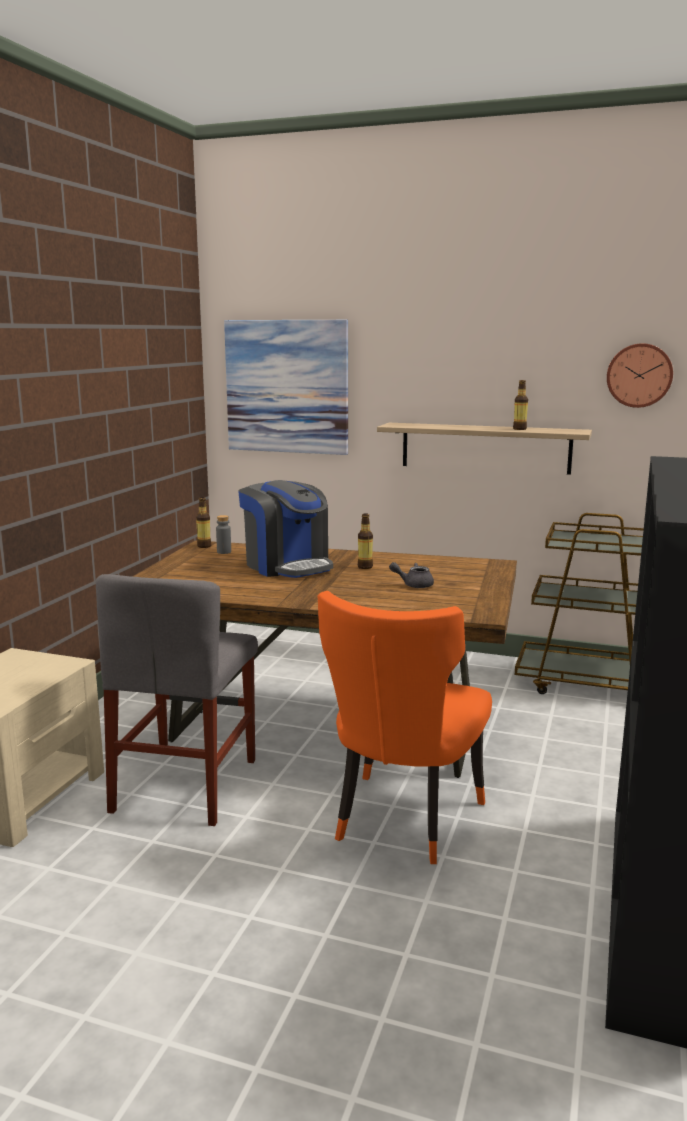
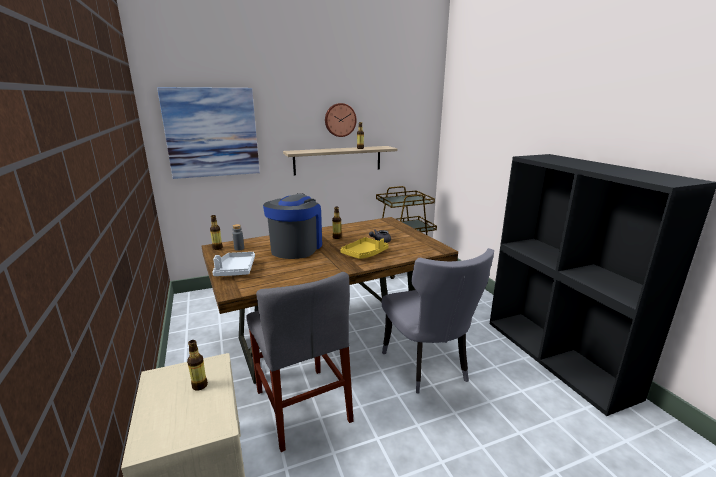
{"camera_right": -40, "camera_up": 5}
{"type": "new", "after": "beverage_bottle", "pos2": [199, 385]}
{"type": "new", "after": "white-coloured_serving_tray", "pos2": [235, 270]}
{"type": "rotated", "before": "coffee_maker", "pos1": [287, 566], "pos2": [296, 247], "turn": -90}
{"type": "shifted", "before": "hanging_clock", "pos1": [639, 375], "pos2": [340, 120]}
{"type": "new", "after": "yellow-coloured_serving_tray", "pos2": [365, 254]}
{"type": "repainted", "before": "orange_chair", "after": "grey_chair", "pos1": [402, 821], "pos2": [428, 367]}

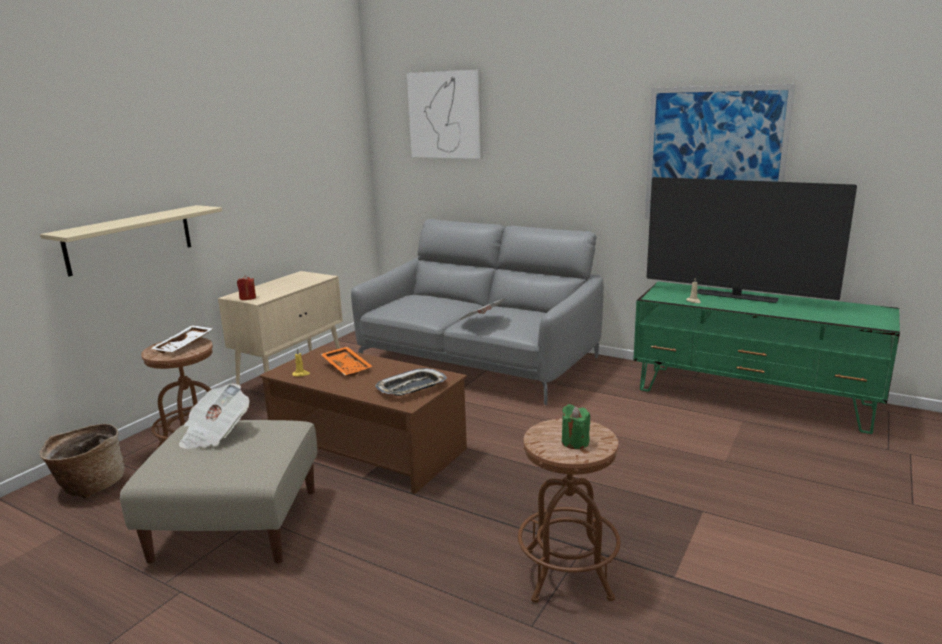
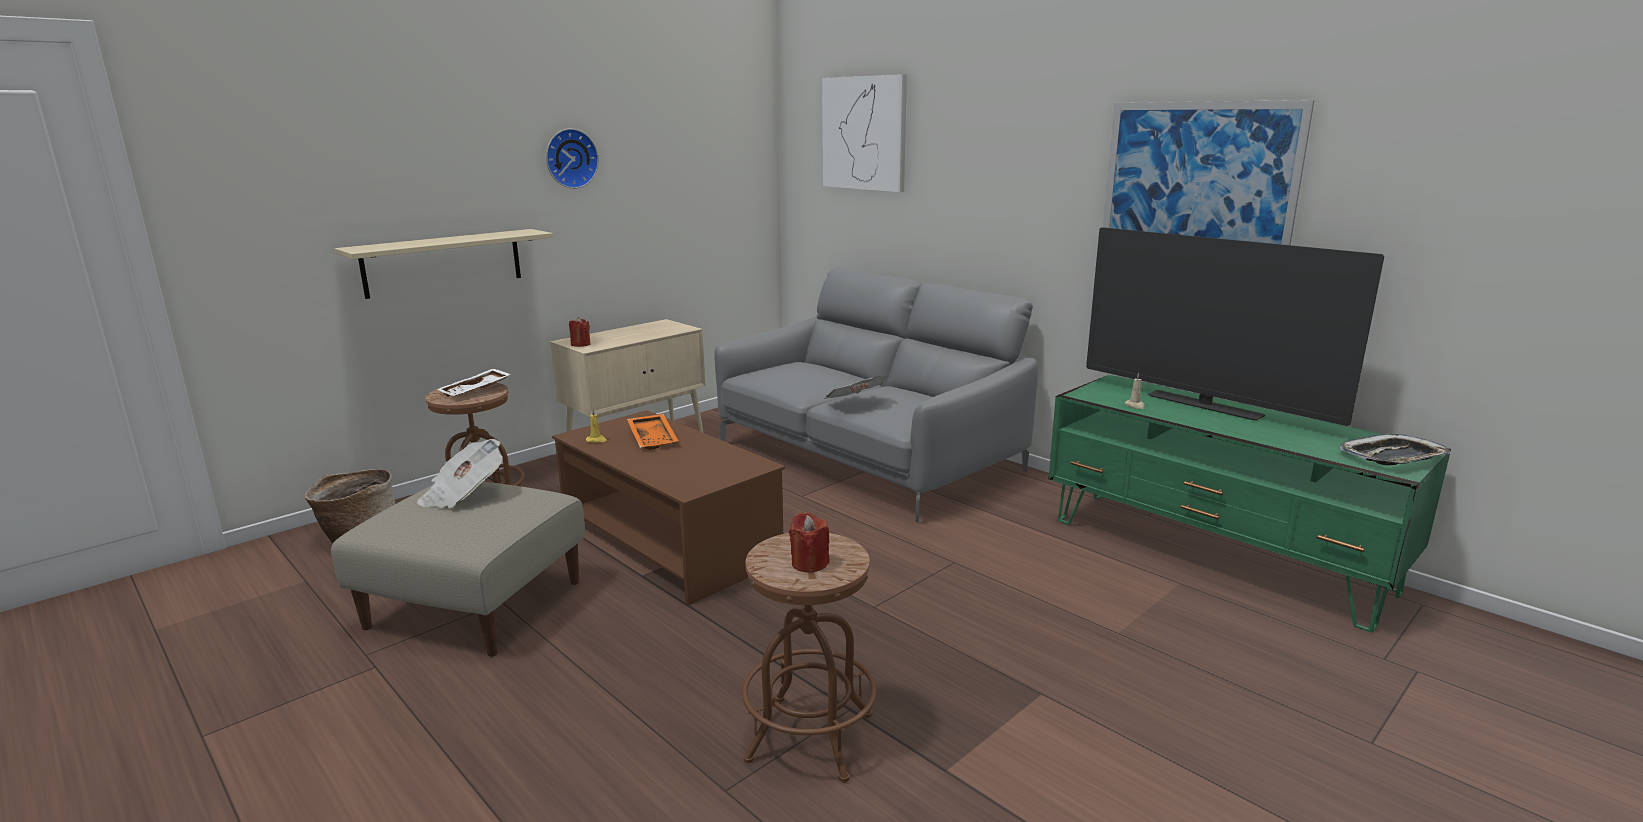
{"camera_right": 15, "camera_up": 0}
{"type": "new", "after": "hanging_clock", "pos2": [570, 158]}
{"type": "repainted", "before": "greenish_wax_candle", "after": "red_wax_candle", "pos1": [575, 442], "pos2": [809, 563]}
{"type": "shifted", "before": "serving_tray", "pos1": [411, 387], "pos2": [1393, 457]}

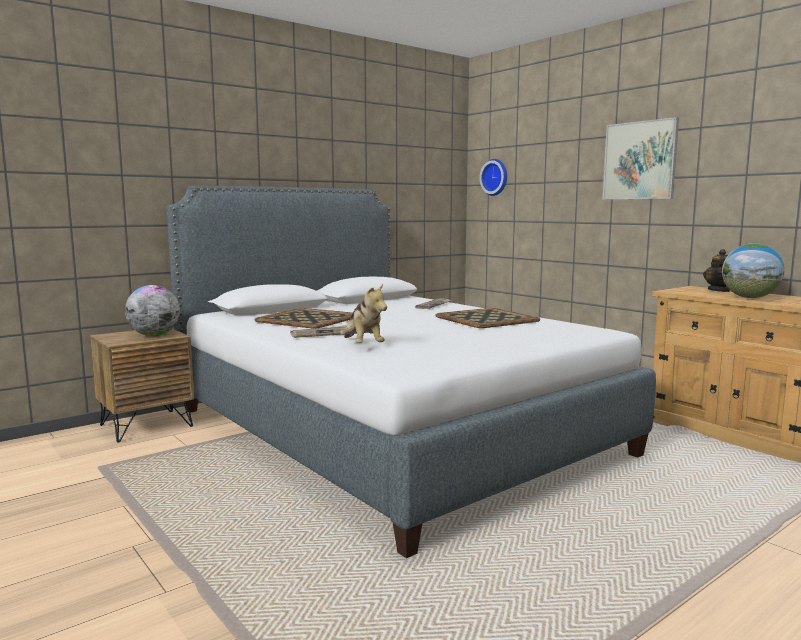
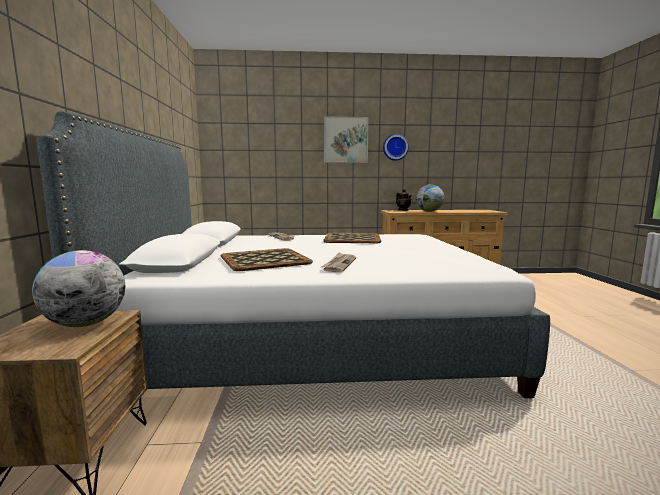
{"camera_right": -55, "camera_up": 0}
{"type": "shifted", "before": "hanging_clock", "pos1": [495, 177], "pos2": [395, 147]}
{"type": "gone", "before": "cuddly_toy", "pos1": [362, 345]}

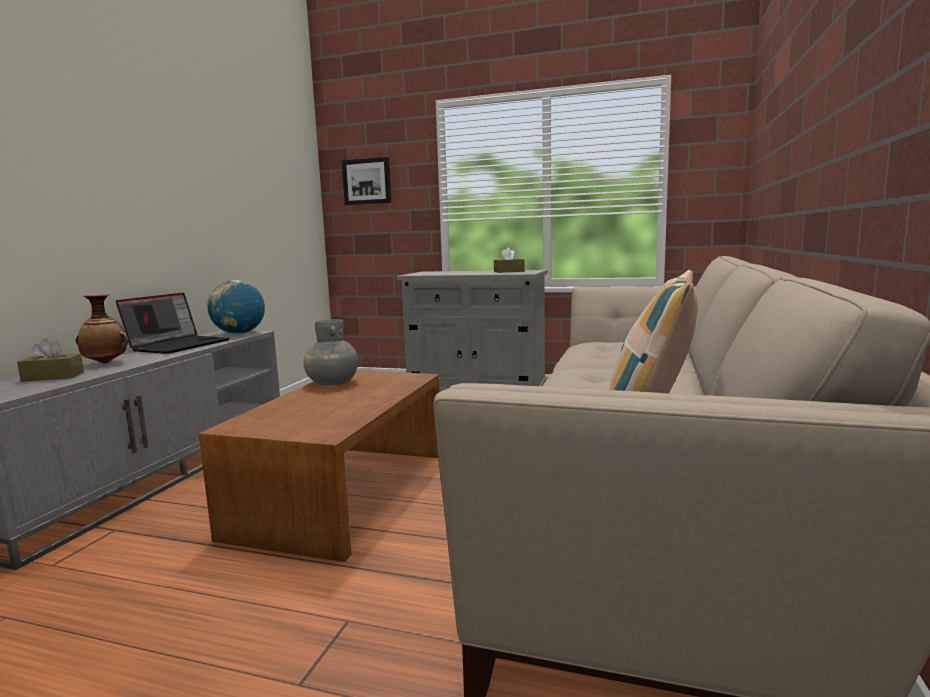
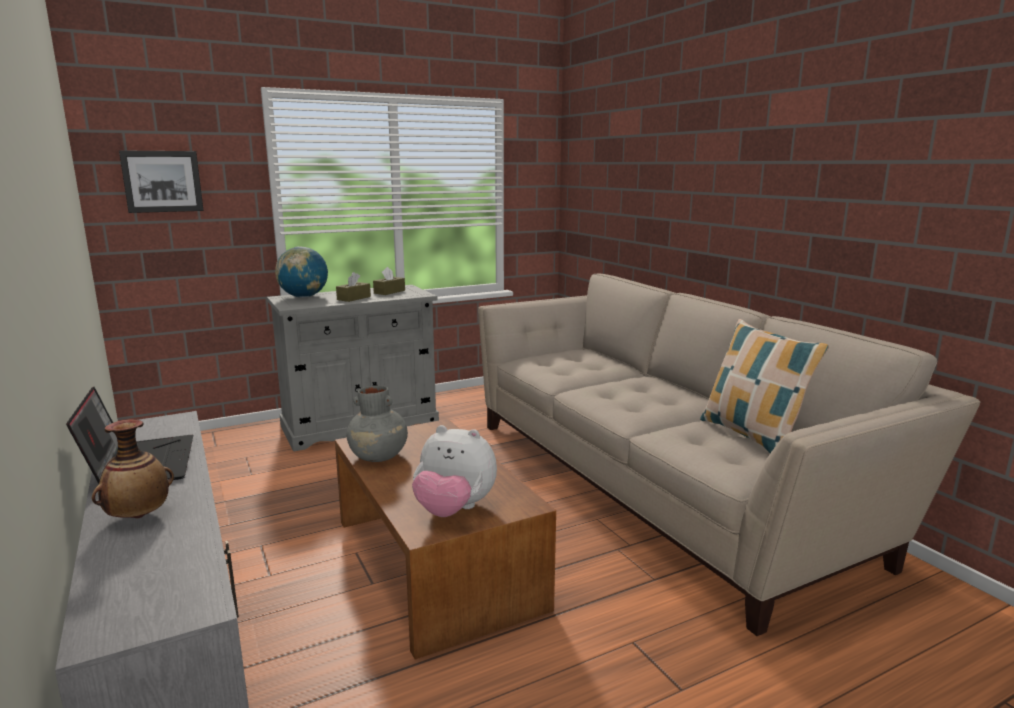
{"camera_right": -45, "camera_up": 5}
{"type": "shifted", "before": "world_globe", "pos1": [239, 333], "pos2": [304, 297]}
{"type": "shifted", "before": "brownish_tissue_holder", "pos1": [53, 377], "pos2": [354, 298]}
{"type": "new", "after": "cuddly_toy", "pos2": [454, 510]}

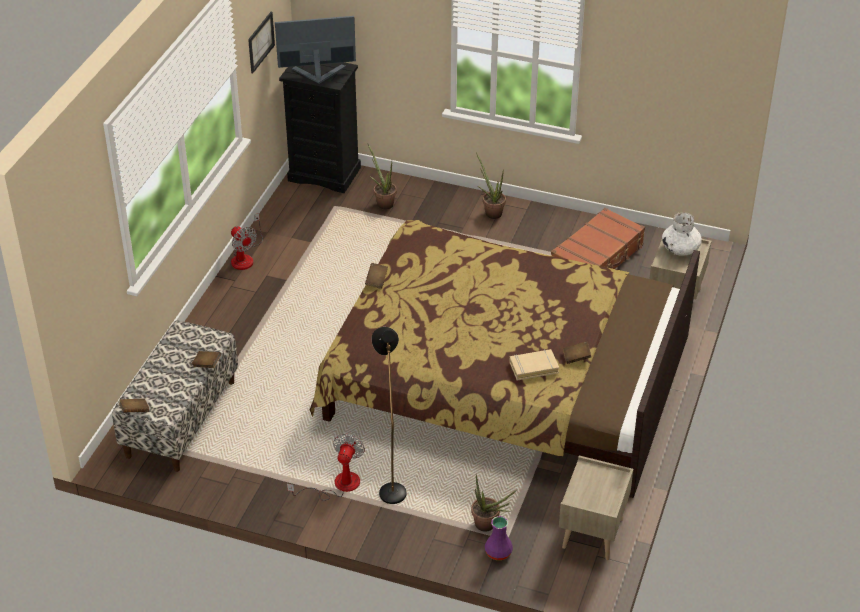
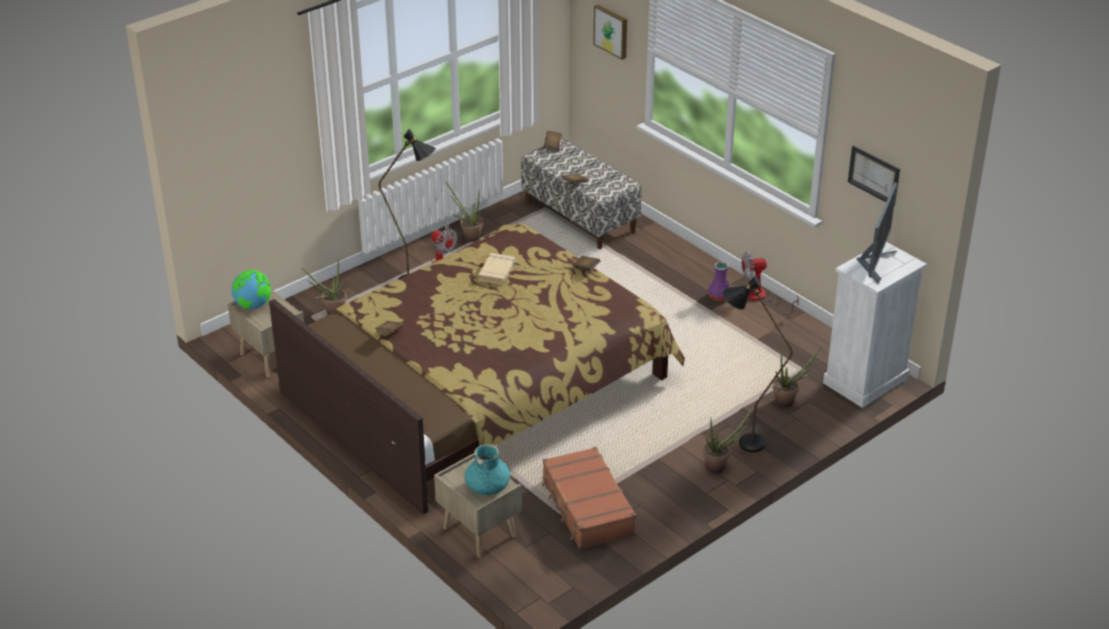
{"camera_right": 120, "camera_up": -5}
{"type": "new", "after": "world_globe", "pos2": [253, 306]}
{"type": "new", "after": "houseplant", "pos2": [468, 237]}
{"type": "repainted", "before": "white-coloured_flower_vase", "after": "turquoise_flower_vase", "pos1": [680, 248], "pos2": [487, 487]}
{"type": "shifted", "before": "beige_bound_book", "pos1": [533, 367], "pos2": [497, 272]}
{"type": "new", "after": "wall_picture", "pos2": [612, 31]}
{"type": "shifted", "before": "purplish_flower_vase", "pos1": [499, 552], "pos2": [718, 297]}
{"type": "new", "after": "black-coloured_standard_lamp", "pos2": [741, 442]}
{"type": "repainted", "before": "black-coloured_drawer_chest", "after": "white-coloured_drawer_chest", "pos1": [325, 174], "pos2": [865, 381]}

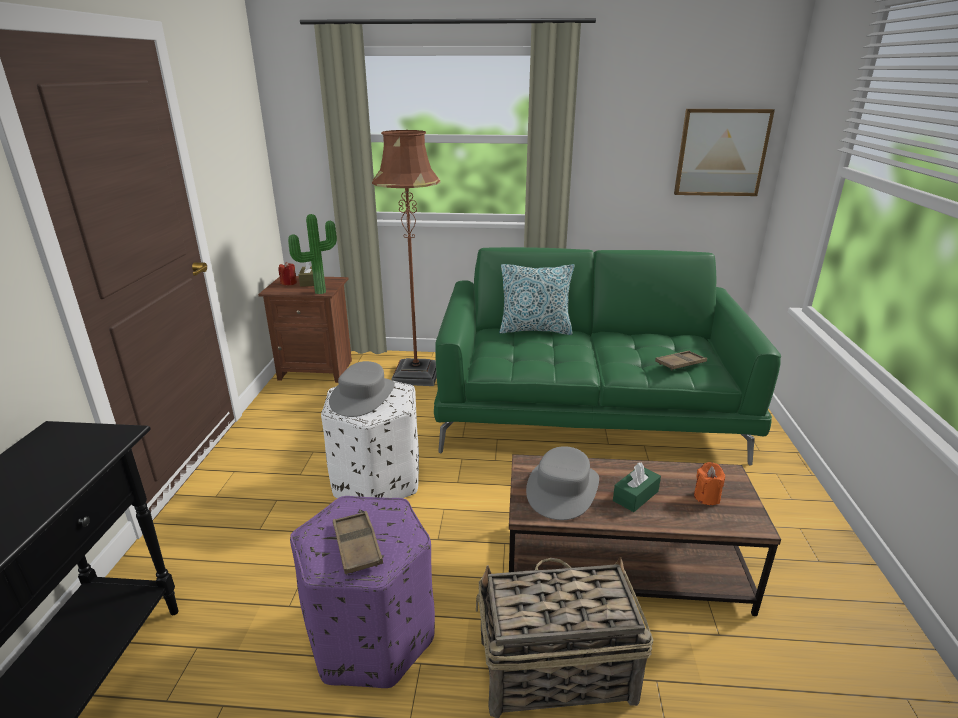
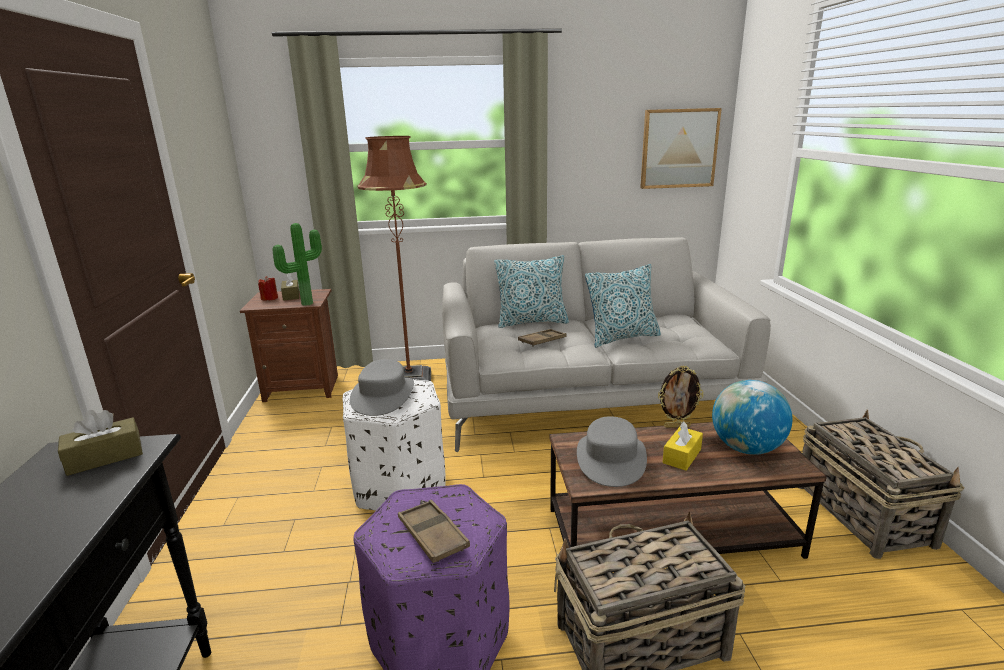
{"camera_right": -10, "camera_up": -5}
{"type": "new", "after": "brownish_tissue_holder", "pos2": [105, 457]}
{"type": "repainted", "before": "greenish_settee", "after": "grey_settee", "pos1": [588, 408], "pos2": [588, 395]}
{"type": "shifted", "before": "brownish_serving_tray", "pos1": [680, 364], "pos2": [542, 341]}
{"type": "new", "after": "throw_pillow", "pos2": [622, 337]}
{"type": "new", "after": "photo_frame", "pos2": [676, 426]}
{"type": "repainted", "before": "greenish_tissue_holder", "after": "yellow-coloured_tissue_holder", "pos1": [635, 496], "pos2": [682, 456]}
{"type": "swapped", "before": "orange_wax_candle", "after": "world_globe", "pos1": [706, 497], "pos2": [746, 448]}
{"type": "new", "after": "basket", "pos2": [861, 513]}

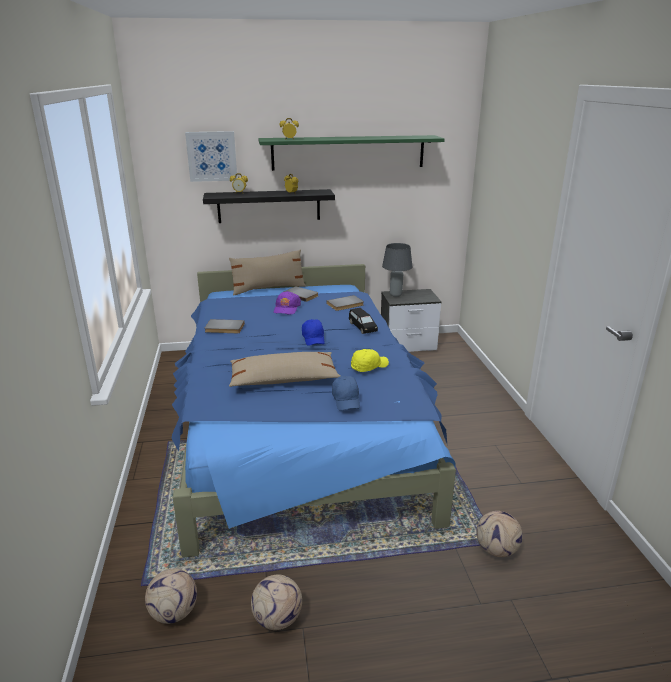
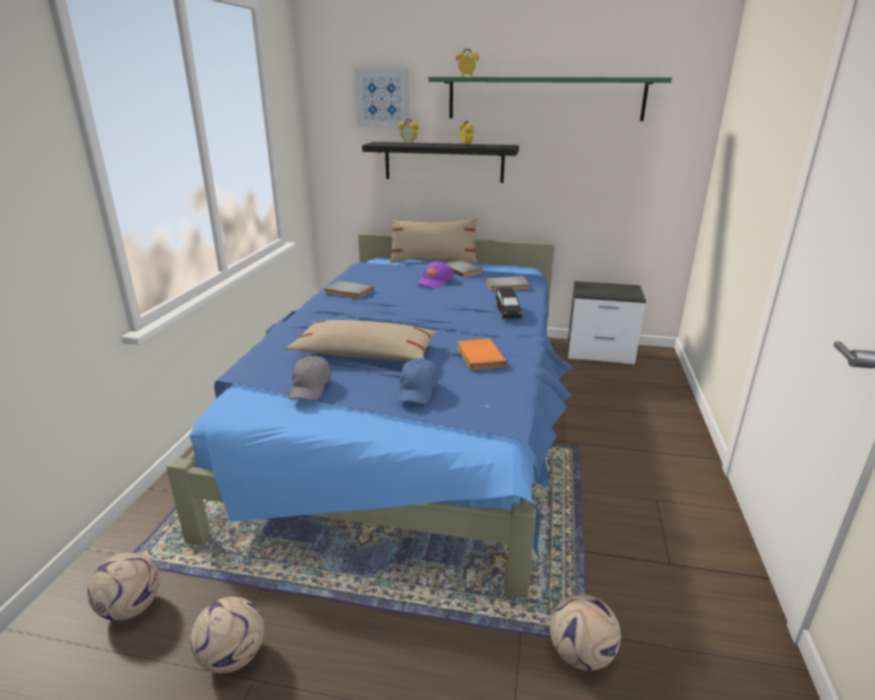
{"camera_right": 20, "camera_up": 0}
{"type": "new", "after": "grey_cap", "pos2": [310, 388]}
{"type": "swapped", "before": "yellow-coloured_cap", "after": "orange_bound_book", "pos1": [368, 366], "pos2": [478, 356]}
{"type": "gone", "before": "blue-coloured_cap", "pos1": [313, 338]}
{"type": "gone", "before": "grey_tabletop_lamp", "pos1": [396, 295]}

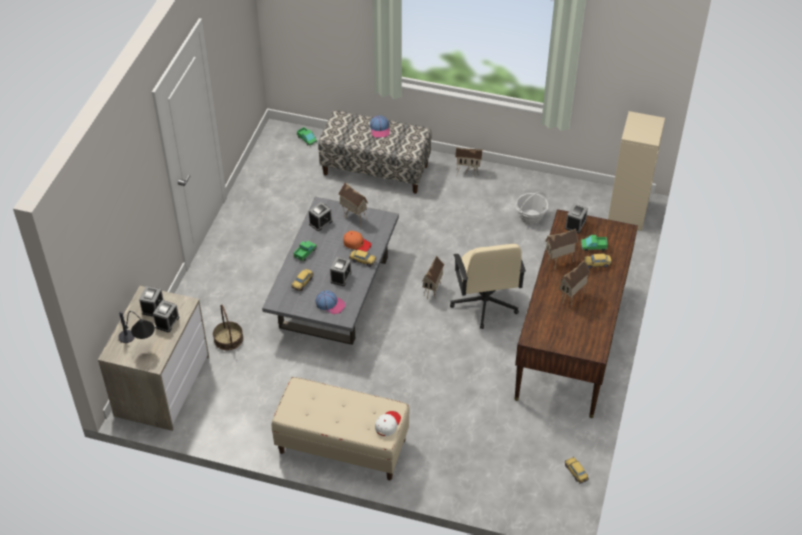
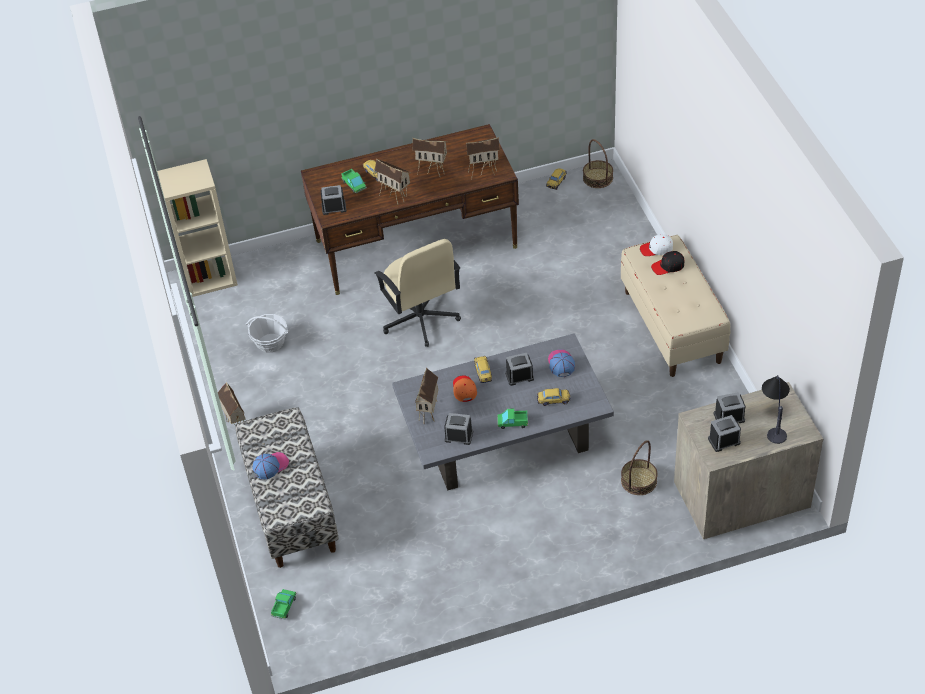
{"camera_right": -120, "camera_up": 0}
{"type": "rotated", "before": "beige_desk_chair", "pos1": [484, 303], "pos2": [420, 319], "turn": 105}
{"type": "shifted", "before": "miniature_house", "pos1": [433, 291], "pos2": [483, 171]}
{"type": "new", "after": "basket", "pos2": [597, 178]}
{"type": "new", "after": "black-coloured_cap", "pos2": [668, 266]}

